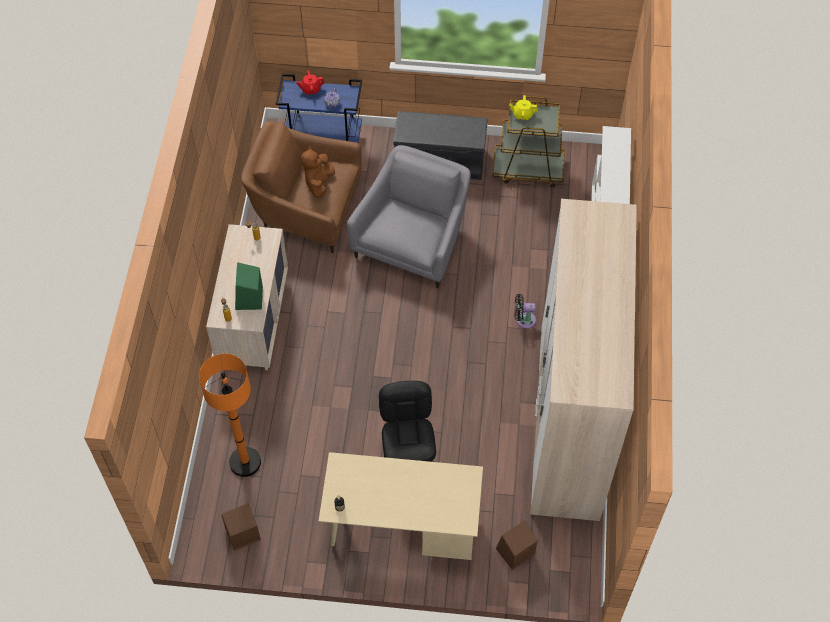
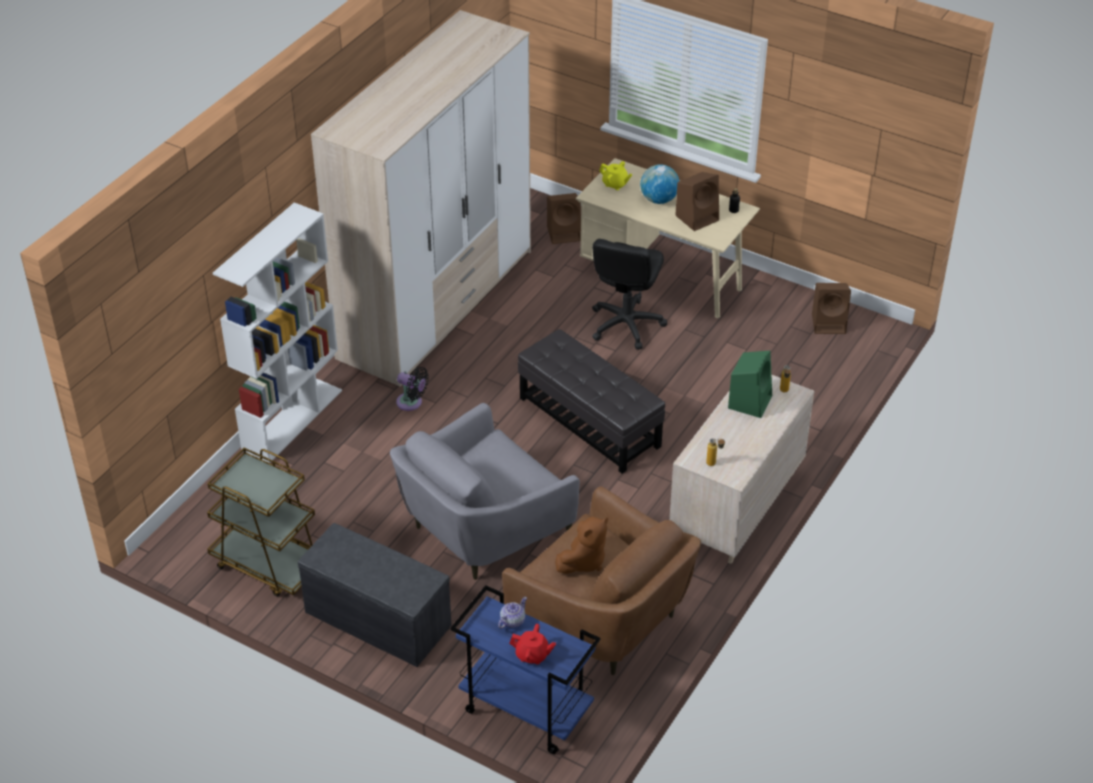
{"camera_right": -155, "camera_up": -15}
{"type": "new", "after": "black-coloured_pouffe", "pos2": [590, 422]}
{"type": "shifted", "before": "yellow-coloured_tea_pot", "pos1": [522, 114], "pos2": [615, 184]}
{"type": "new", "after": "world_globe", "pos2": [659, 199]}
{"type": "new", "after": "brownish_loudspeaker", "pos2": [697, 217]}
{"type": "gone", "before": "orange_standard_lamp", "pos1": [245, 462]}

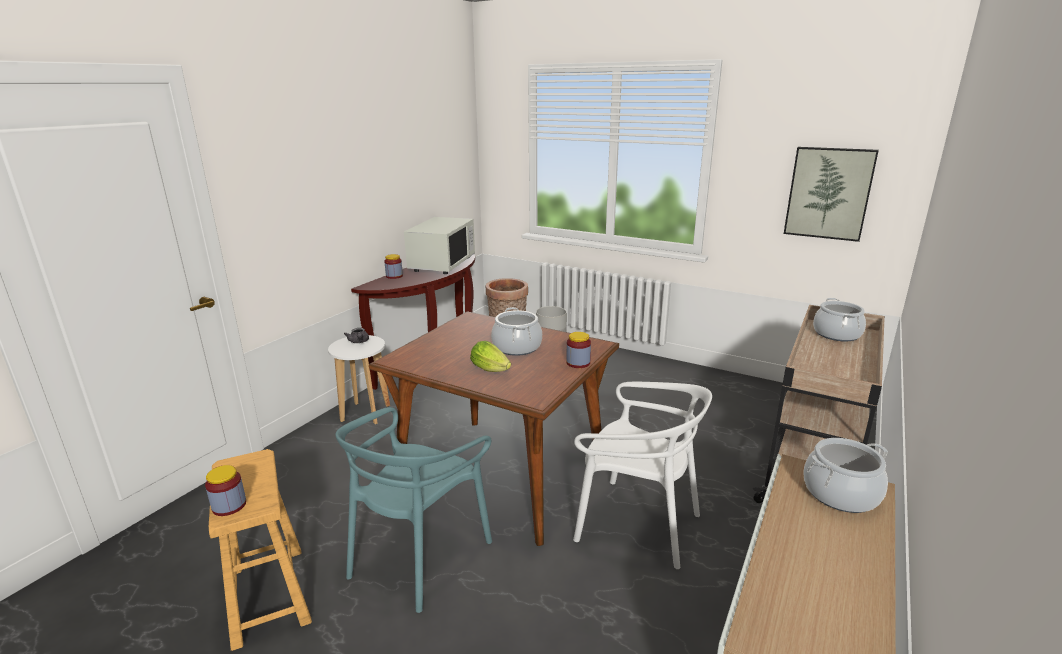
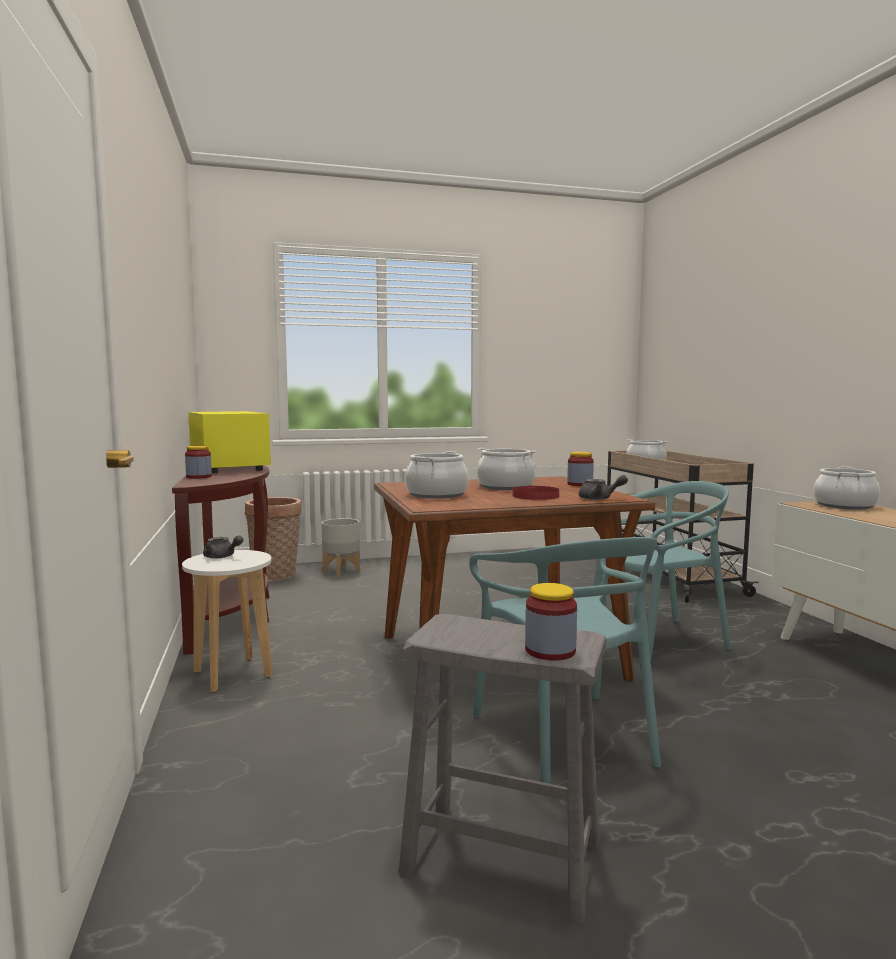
{"camera_right": -45, "camera_up": -15}
{"type": "repainted", "before": "white-coloured_microwave_oven", "after": "yellow-coloured_microwave_oven", "pos1": [442, 264], "pos2": [228, 467]}
{"type": "repainted", "before": "brownish_stool_seat", "after": "grey_stool_seat", "pos1": [269, 596], "pos2": [502, 856]}
{"type": "new", "after": "saucepot", "pos2": [436, 494]}
{"type": "swapped", "before": "lettuce", "after": "red_flat_dish", "pos1": [492, 369], "pos2": [535, 496]}
{"type": "new", "after": "grey_tea_pot", "pos2": [600, 499]}
{"type": "repainted", "before": "white-coloured_chair", "after": "turquoise_chair", "pos1": [637, 524], "pos2": [657, 640]}
{"type": "gone", "before": "wall_picture", "pos1": [828, 193]}

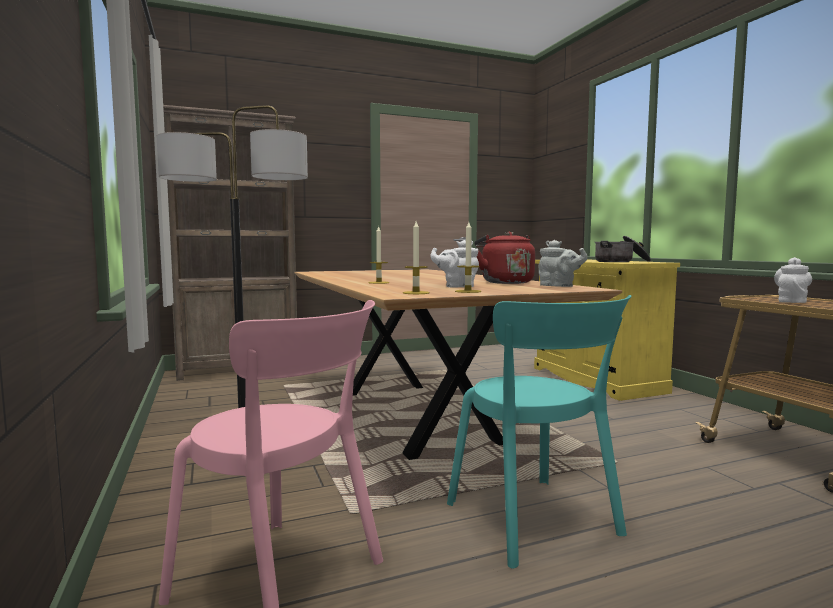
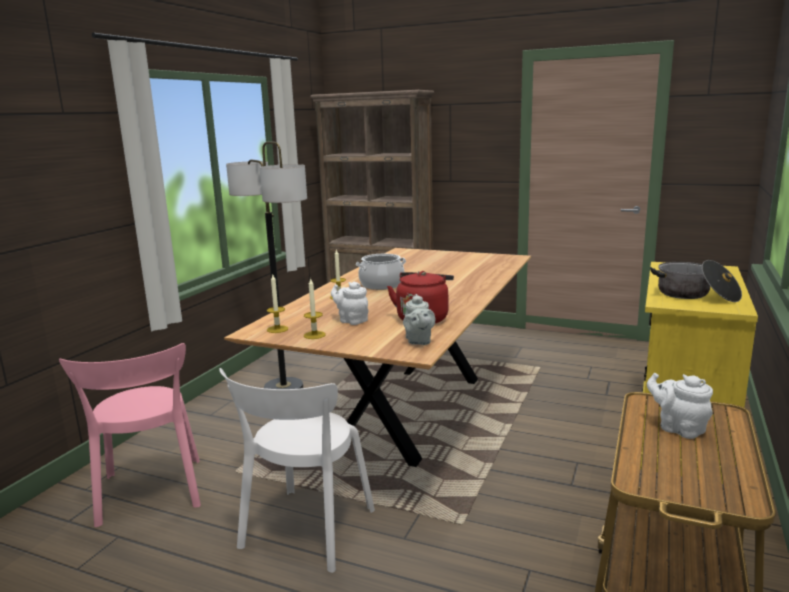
{"camera_right": 45, "camera_up": 10}
{"type": "repainted", "before": "turquoise_chair", "after": "white-coloured_chair", "pos1": [536, 522], "pos2": [305, 532]}
{"type": "new", "after": "saucepot", "pos2": [381, 285]}
{"type": "rotated", "before": "white-coloured_tea_pot", "pos1": [791, 301], "pos2": [678, 428], "turn": -120}

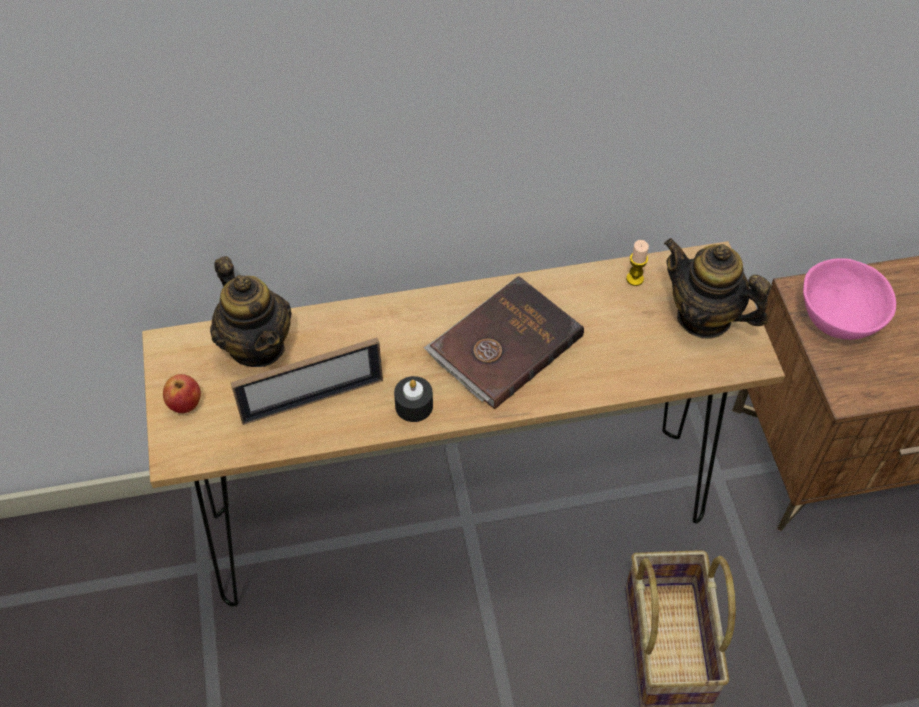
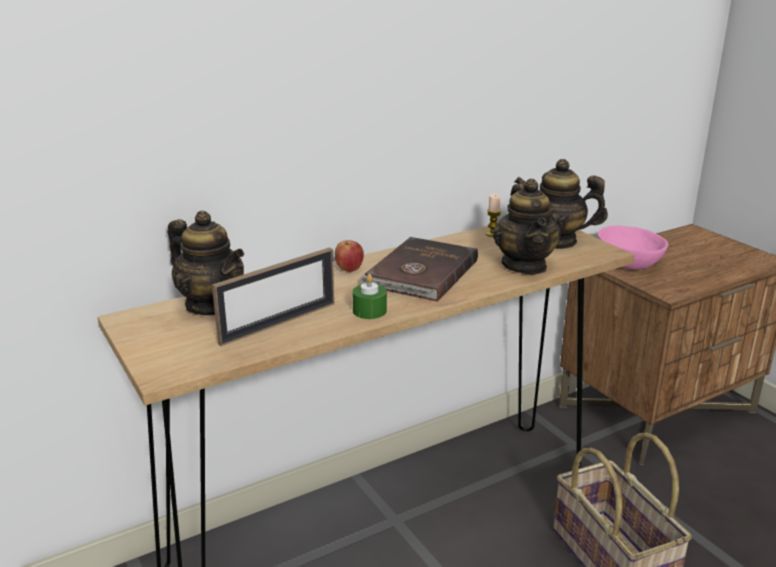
{"camera_right": -20, "camera_up": -30}
{"type": "shifted", "before": "whole_apple", "pos1": [185, 404], "pos2": [349, 269]}
{"type": "repainted", "before": "black-coloured_wax_candle", "after": "greenish_wax_candle", "pos1": [414, 405], "pos2": [369, 311]}
{"type": "new", "after": "tea_pot", "pos2": [524, 265]}

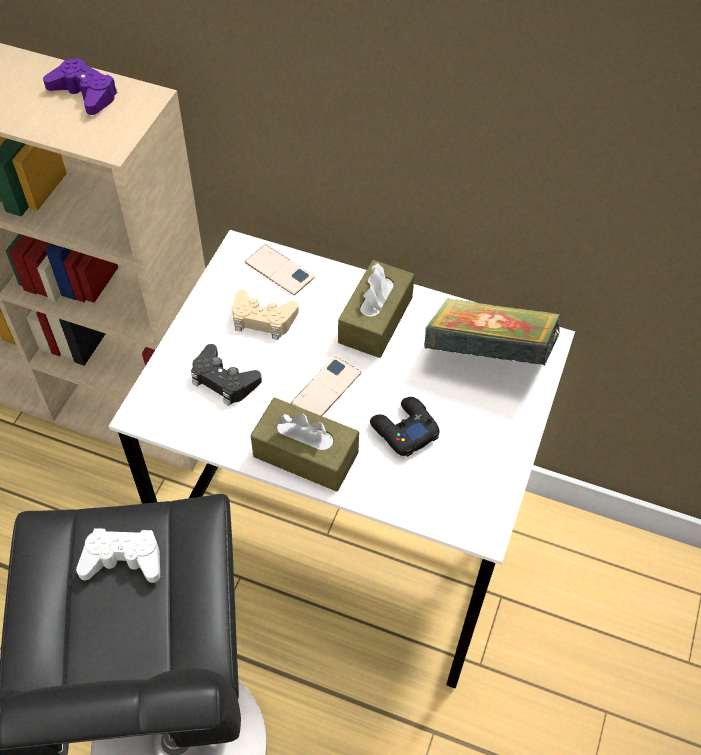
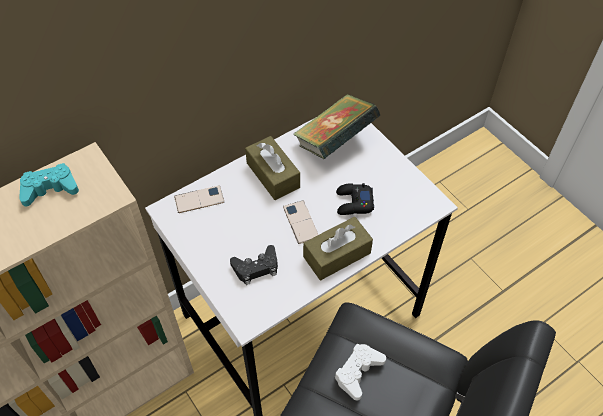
{"camera_right": -55, "camera_up": 0}
{"type": "repainted", "before": "purplish_joypad", "after": "turquoise_joypad", "pos1": [84, 94], "pos2": [50, 189]}
{"type": "gone", "before": "beige_joypad", "pos1": [263, 319]}

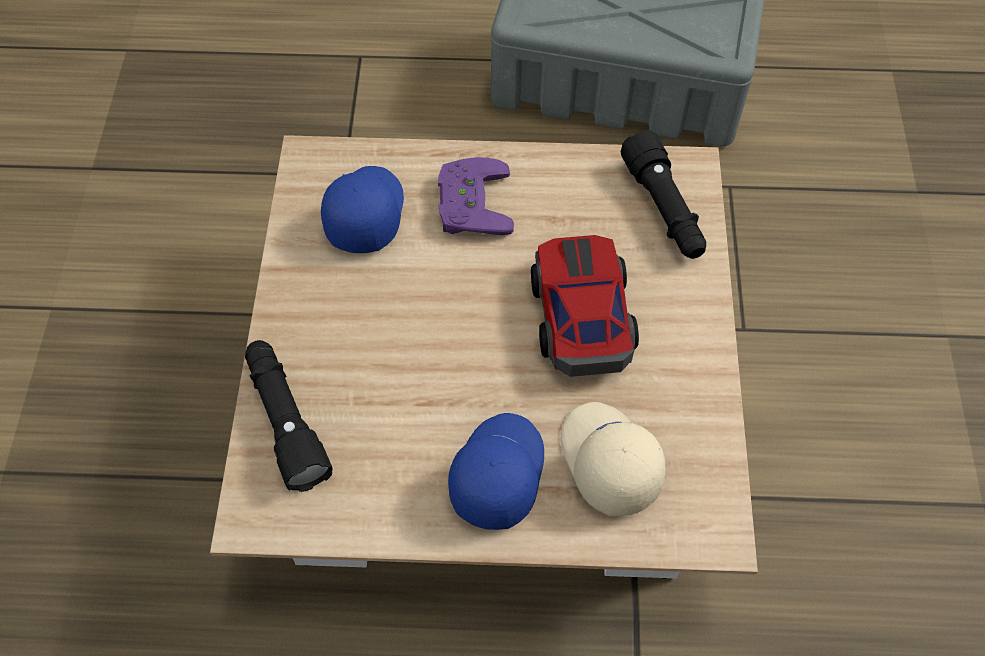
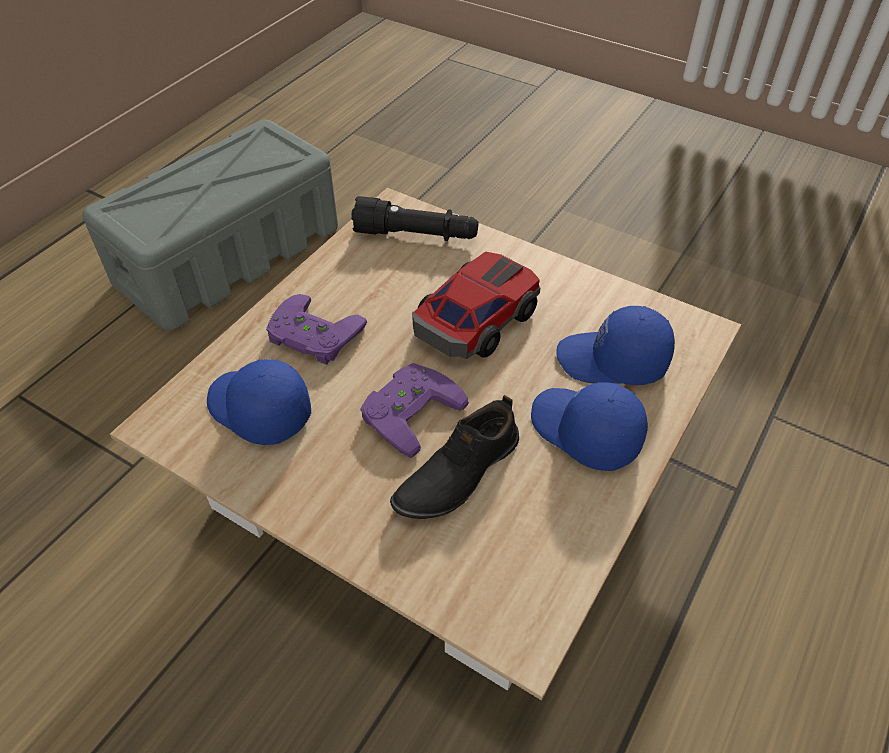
{"camera_right": -60, "camera_up": -10}
{"type": "new", "after": "purplish_joypad", "pos2": [407, 409]}
{"type": "new", "after": "black-coloured_low_shoe", "pos2": [457, 472]}
{"type": "rotated", "before": "toy_car", "pos1": [581, 317], "pos2": [475, 319], "turn": 105}
{"type": "repainted", "before": "beige_cap", "after": "blue-coloured_cap", "pos1": [607, 462], "pos2": [612, 361]}
{"type": "gone", "before": "black-coloured_torch", "pos1": [286, 420]}

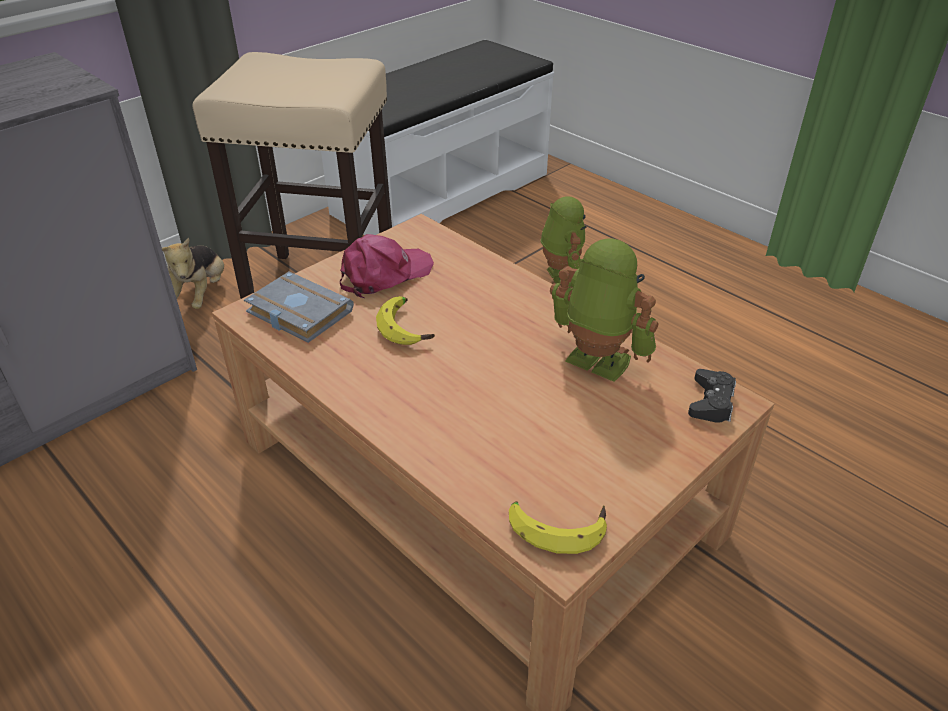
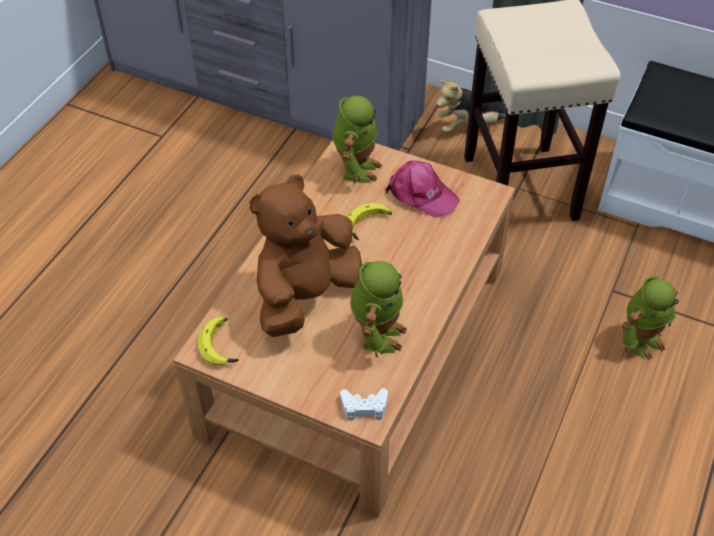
{"camera_right": 70, "camera_up": 10}
{"type": "new", "after": "brownish_cuddly_toy", "pos2": [305, 296]}
{"type": "swapped", "before": "grey_bound_book", "after": "toy_robot", "pos1": [296, 313], "pos2": [356, 168]}
{"type": "repainted", "before": "black-coloured_joypad", "after": "white-coloured_joypad", "pos1": [711, 402], "pos2": [364, 407]}

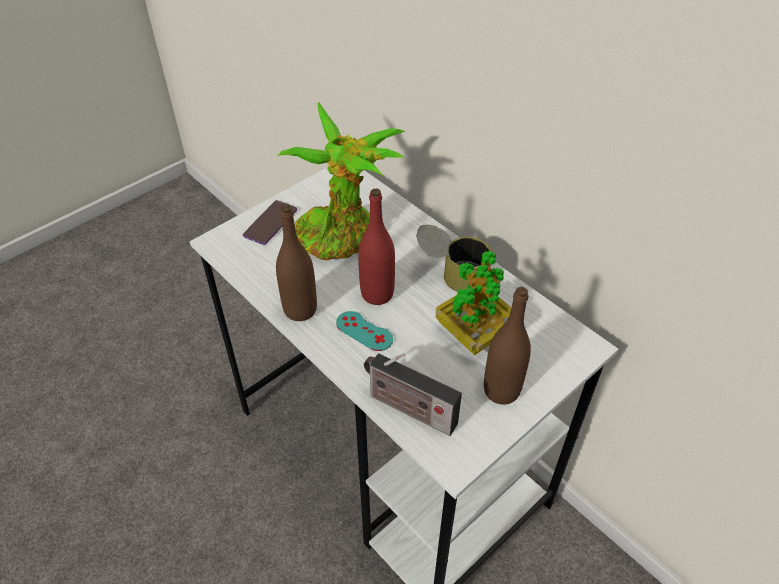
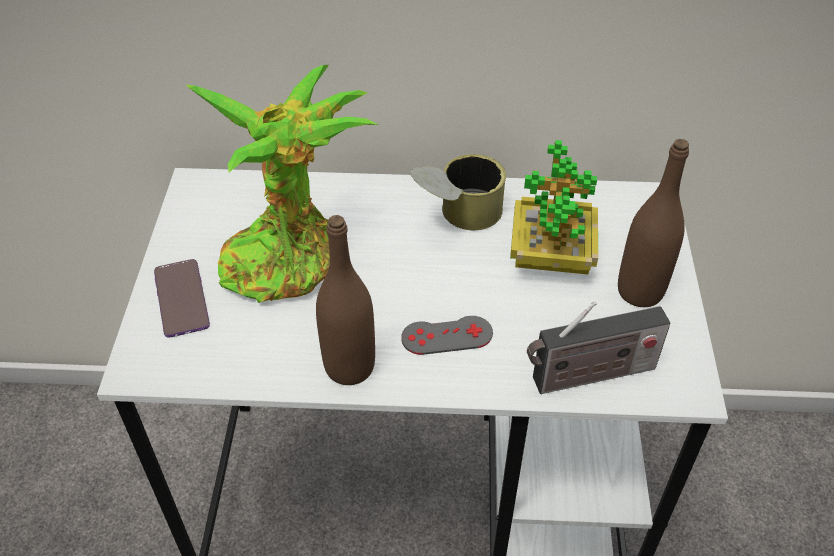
{"camera_right": -45, "camera_up": 0}
{"type": "repainted", "before": "turquoise_joypad", "after": "grey_joypad", "pos1": [364, 331], "pos2": [447, 335]}
{"type": "gone", "before": "red_beverage_bottle", "pos1": [377, 294]}

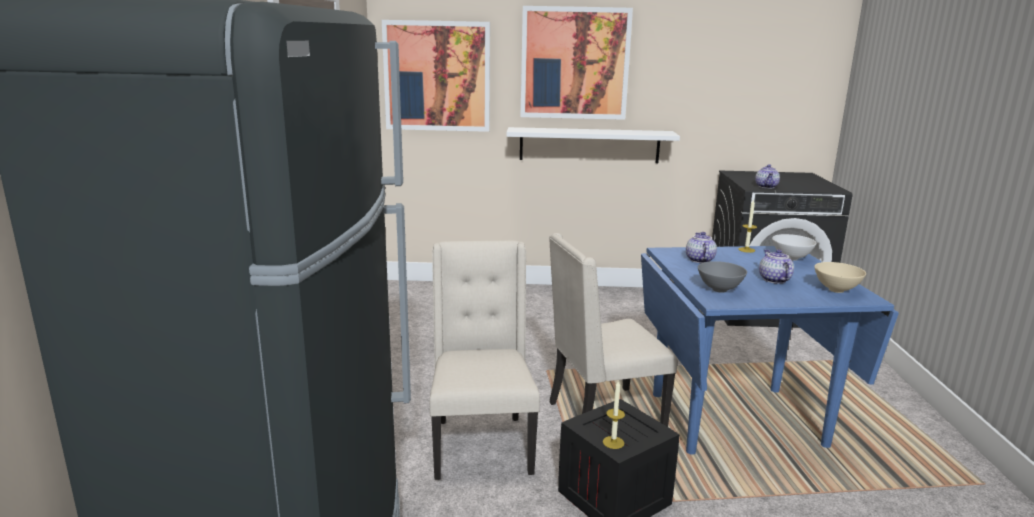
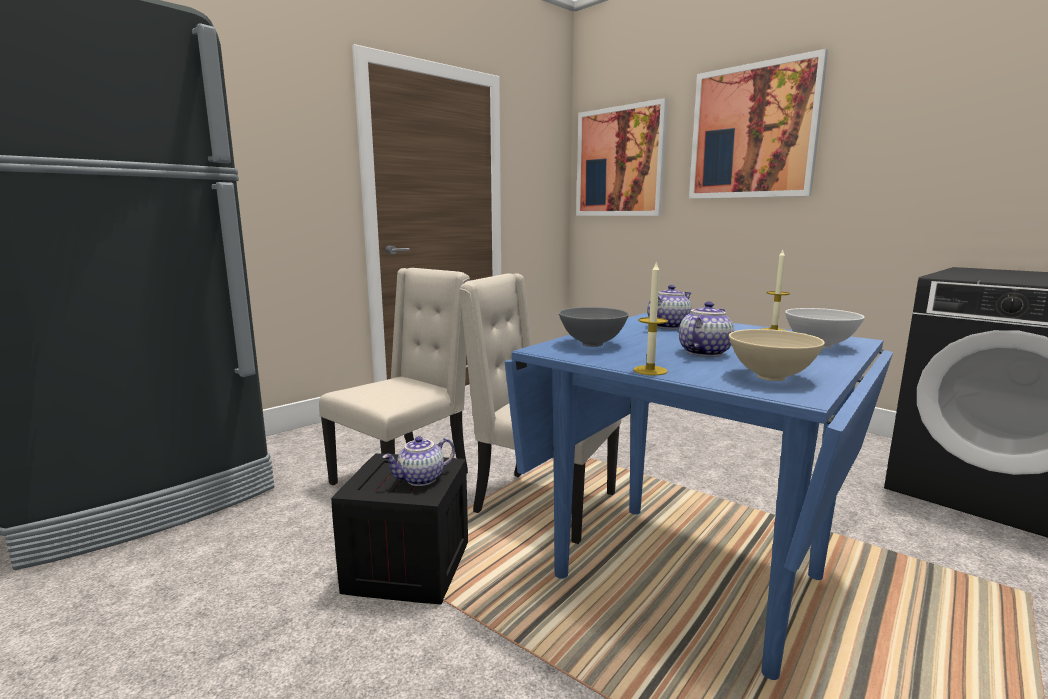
{"camera_right": 45, "camera_up": -5}
{"type": "shifted", "before": "tea_pot", "pos1": [767, 187], "pos2": [421, 479]}
{"type": "shifted", "before": "wax_candle", "pos1": [613, 442], "pos2": [650, 370]}
{"type": "gone", "before": "white-coloured_bracket_shelf", "pos1": [589, 145]}

